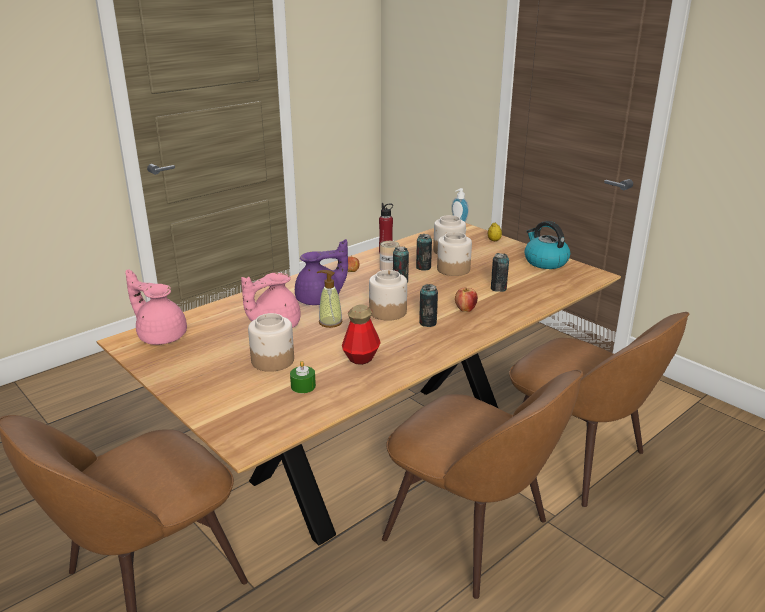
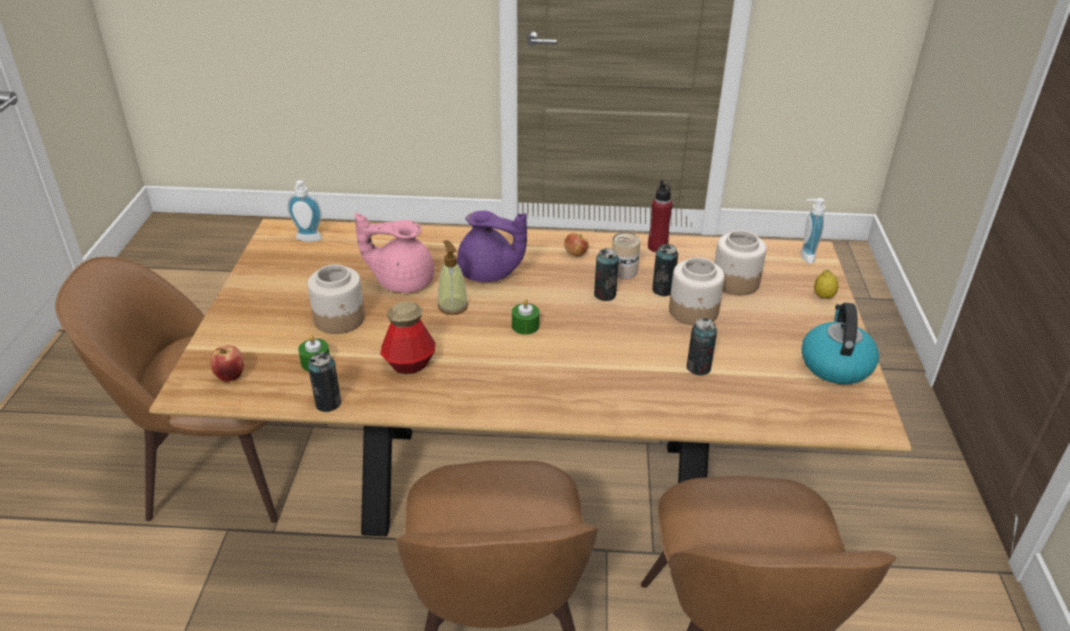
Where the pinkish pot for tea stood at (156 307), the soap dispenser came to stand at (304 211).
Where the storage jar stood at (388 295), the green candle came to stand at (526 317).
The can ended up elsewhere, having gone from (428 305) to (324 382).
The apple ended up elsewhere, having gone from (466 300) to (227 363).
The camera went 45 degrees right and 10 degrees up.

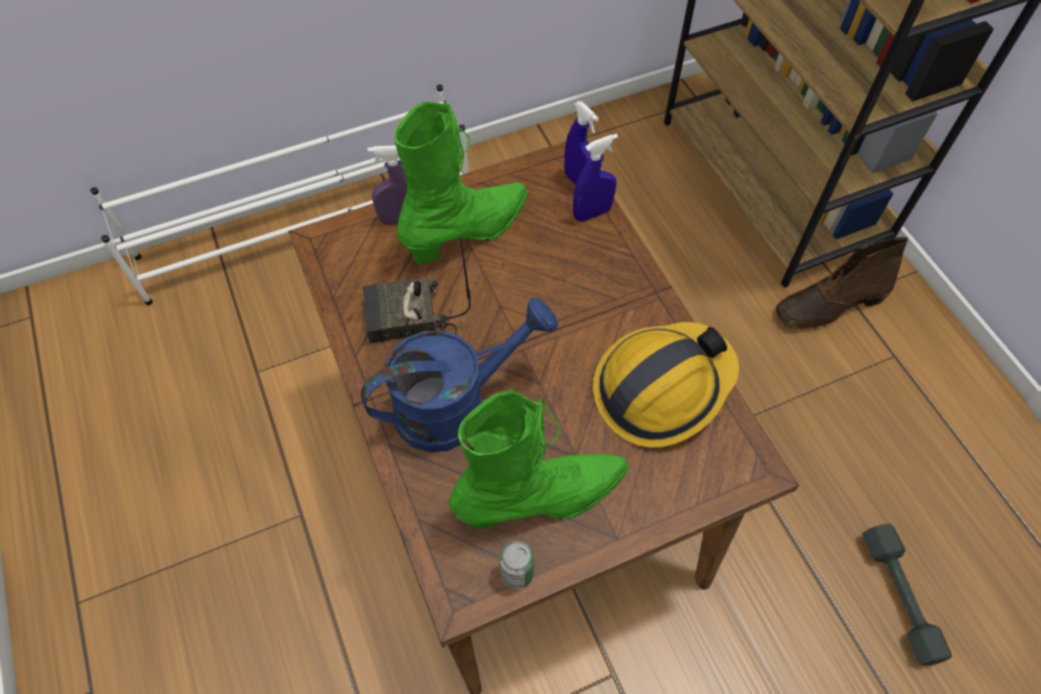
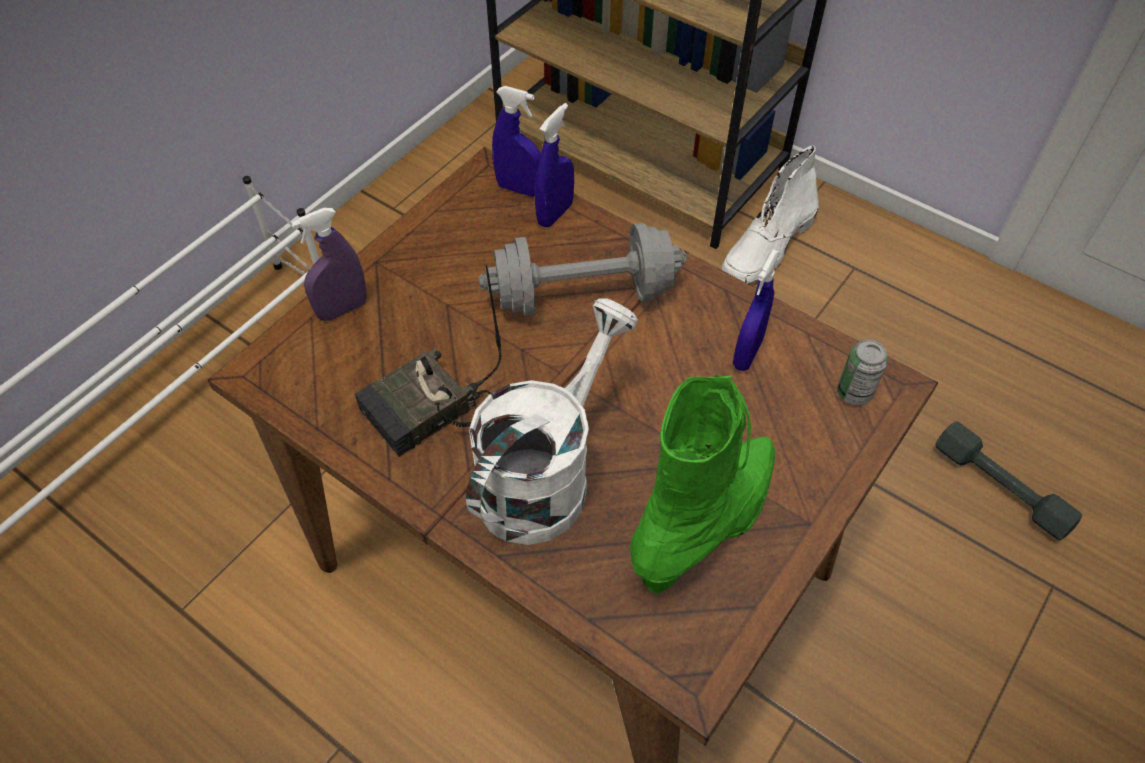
The second view lost the green high-top boot at (461 183).
What was the brownish high-top boot at (842 283) turned into the white-coloured high-top boot at (770 215).
What was the bluish watering pot at (459 375) turned into the white-coloured watering pot at (552 421).
Where the hard hat stood at (666 385), the bluish spray bottle came to stand at (756 310).
The can ended up elsewhere, having gone from (516 565) to (862 372).
The second view gained the gray hand weight at (583 270).
The camera went 30 degrees left and 5 degrees down.

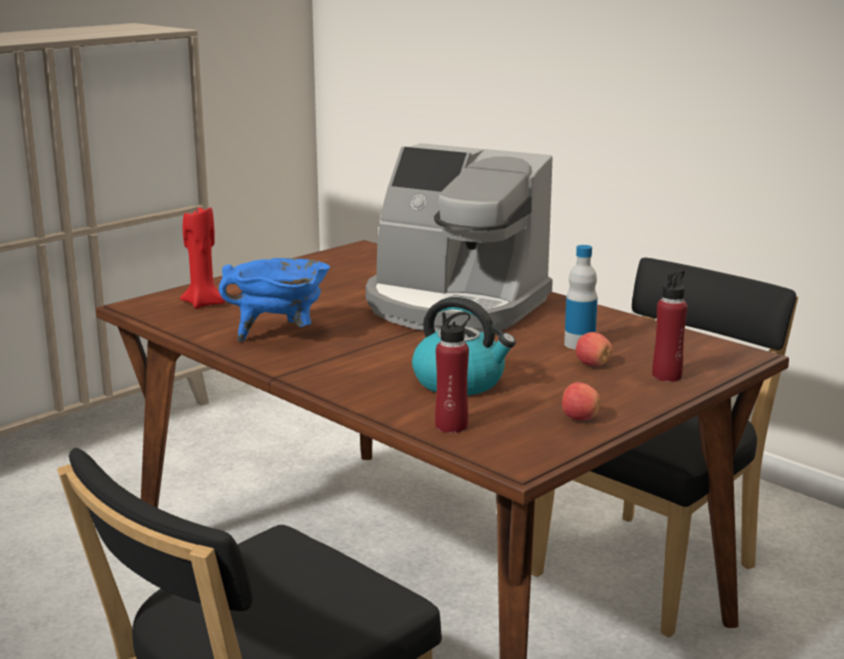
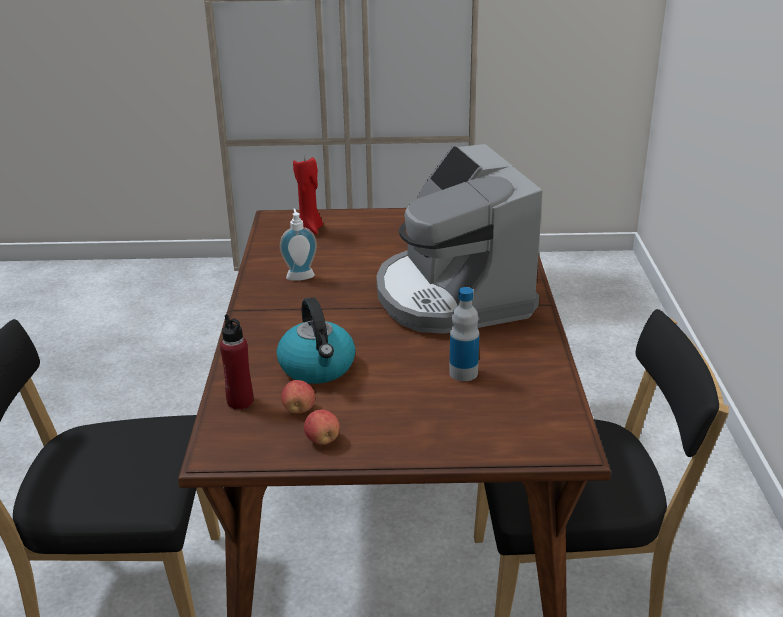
Where the bluish stockpot stood at (274 300), the soap dispenser came to stand at (298 245).
The second view lost the reddish beverage bottle at (670 326).
The apple ended up elsewhere, having gone from (594 349) to (298 397).
The camera went 45 degrees right and 10 degrees up.

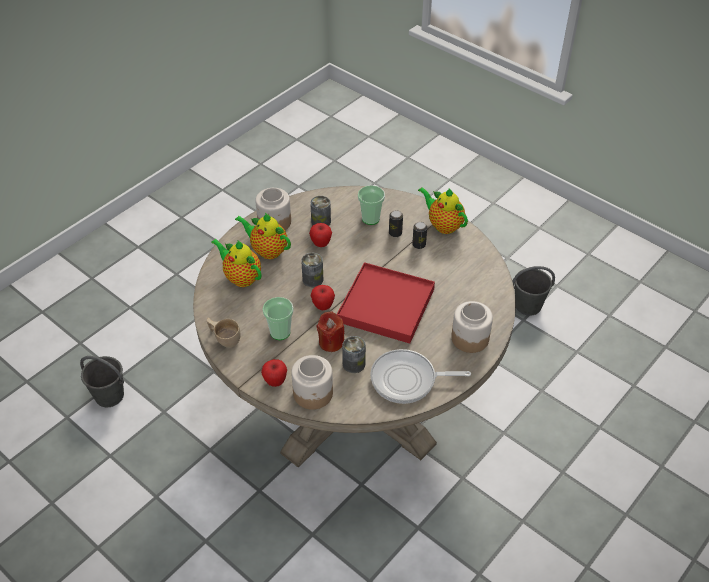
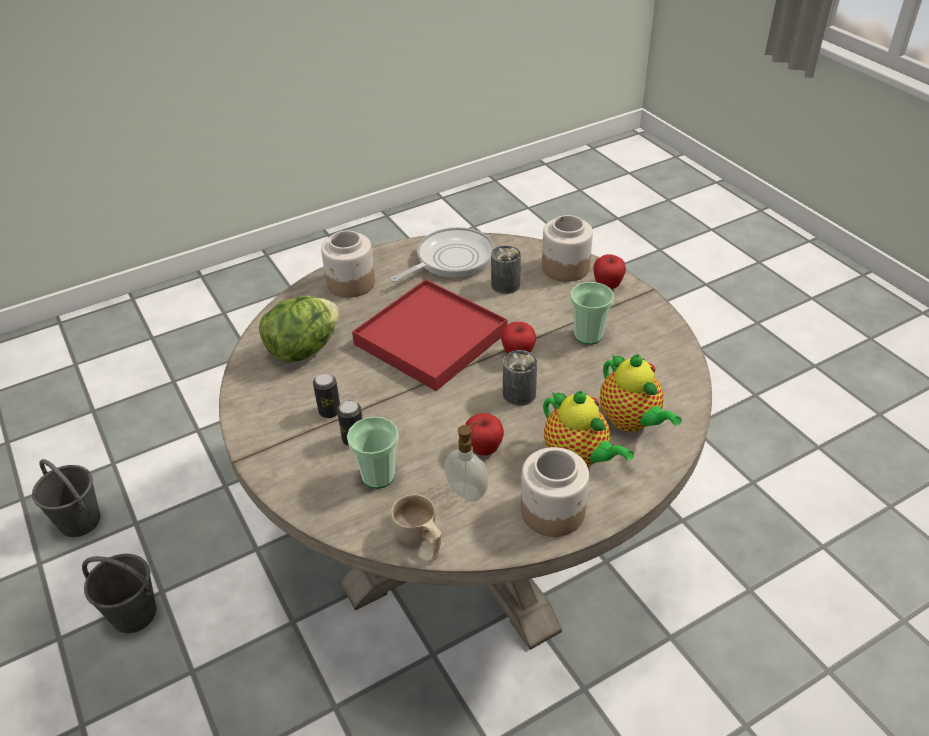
The second view lost the pot for tea at (443 210).
Where the can stood at (320 211), the soap dispenser came to stand at (466 461).
The second view lost the reddish candle at (331 331).
The sand-coloured drinking cup ended up elsewhere, having gone from (224 332) to (416 527).
The frying pan at (420 376) ended up facing another way, 60 degrees counterclockwise from before.
The gray pail ended up elsewhere, having gone from (102 381) to (66 498).
The second view gained the lettuce head at (299 329).
The camera went 160 degrees left and 5 degrees down.

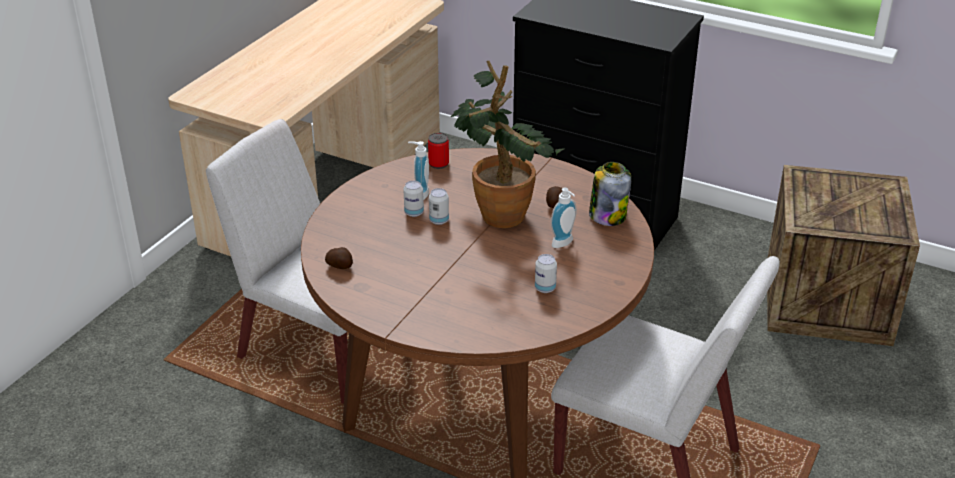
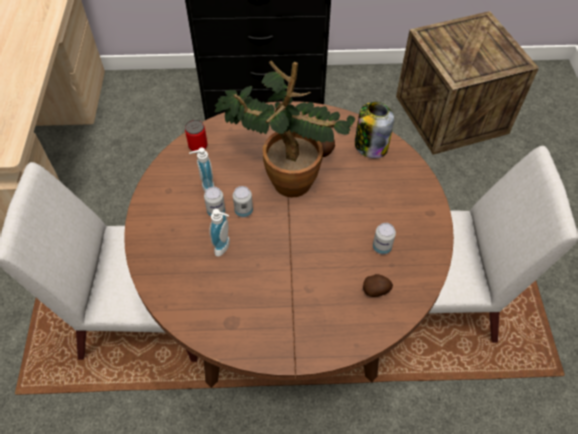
The soap dispenser ended up elsewhere, having gone from (564 218) to (219 232).
The spud ended up elsewhere, having gone from (339 258) to (378 285).
The camera went 30 degrees left and 20 degrees up.

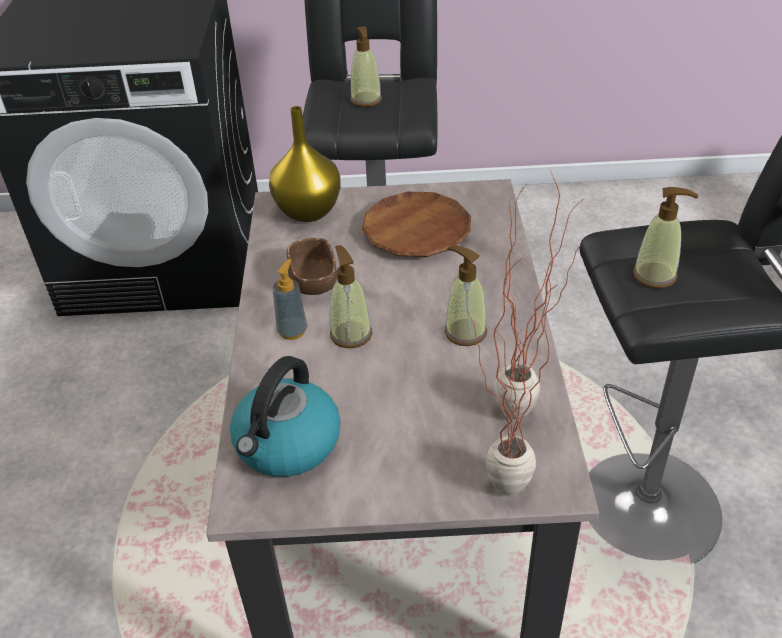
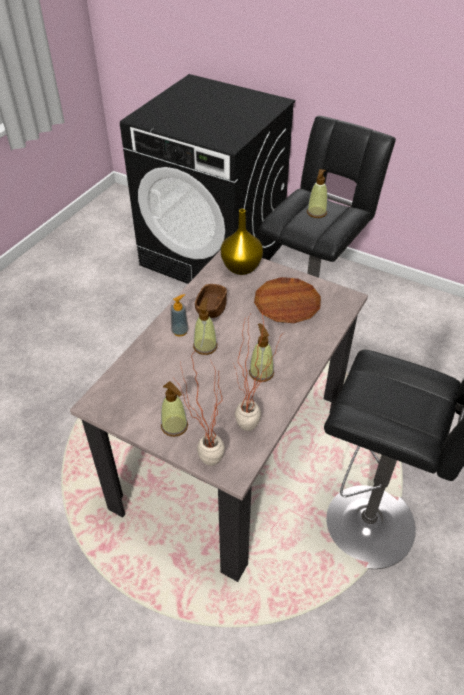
The soap dispenser ended up elsewhere, having gone from (665 237) to (174 409).
The second view lost the tea kettle at (285 416).
The camera went 30 degrees right and 5 degrees up.

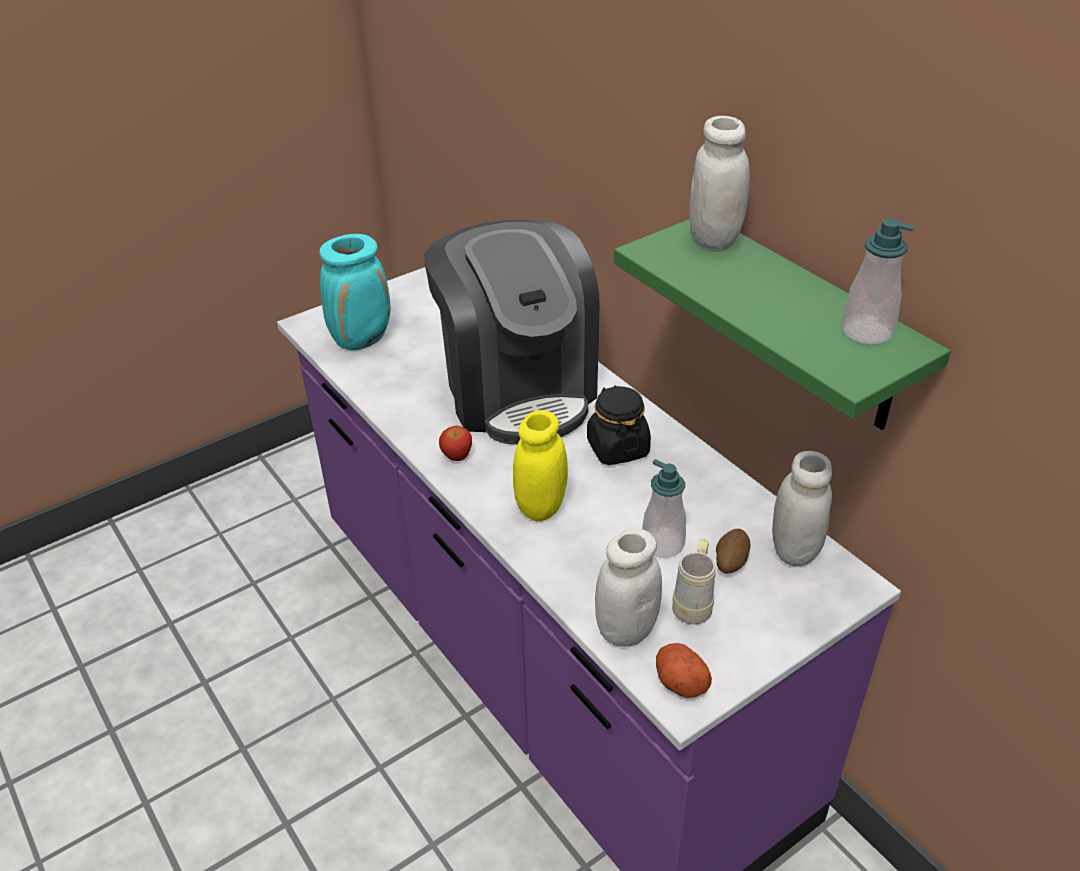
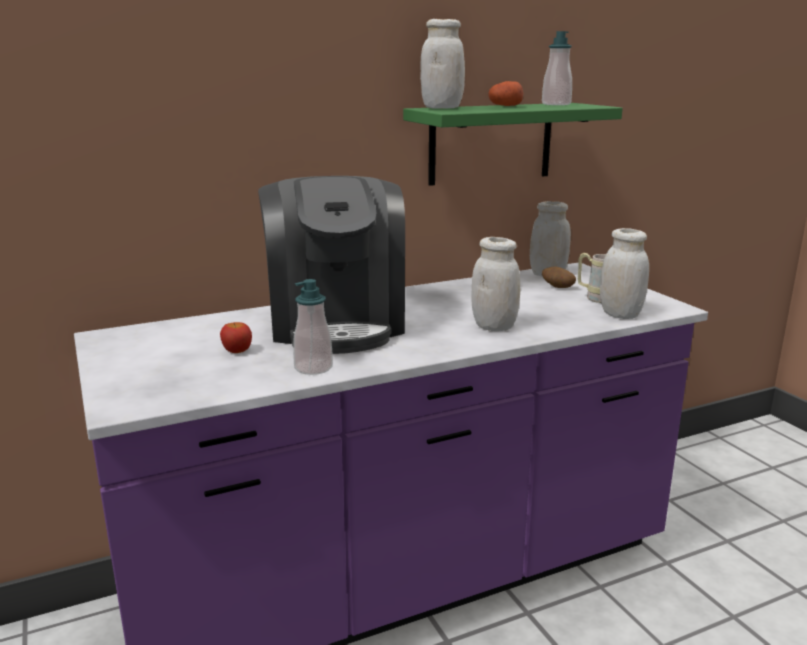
The coffee maker at (512 332) ended up facing another way, 90 degrees clockwise from before.
The second view lost the turquoise-coloured vase at (355 292).
The second view lost the blackish storage jar at (619 425).
What was the yellow storage jar at (540 466) turned into the white-coloured storage jar at (495 284).
The apple ended up elsewhere, having gone from (455 443) to (236 337).
The soap dispenser ended up elsewhere, having gone from (664 508) to (313 327).
The spud ended up elsewhere, having gone from (684 670) to (505 93).
The camera went 80 degrees left and 20 degrees down.

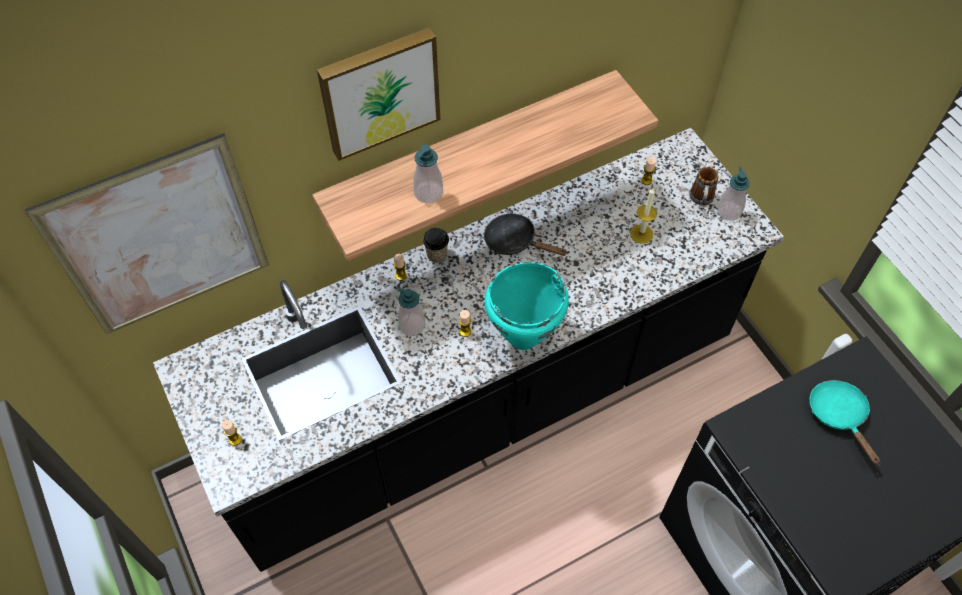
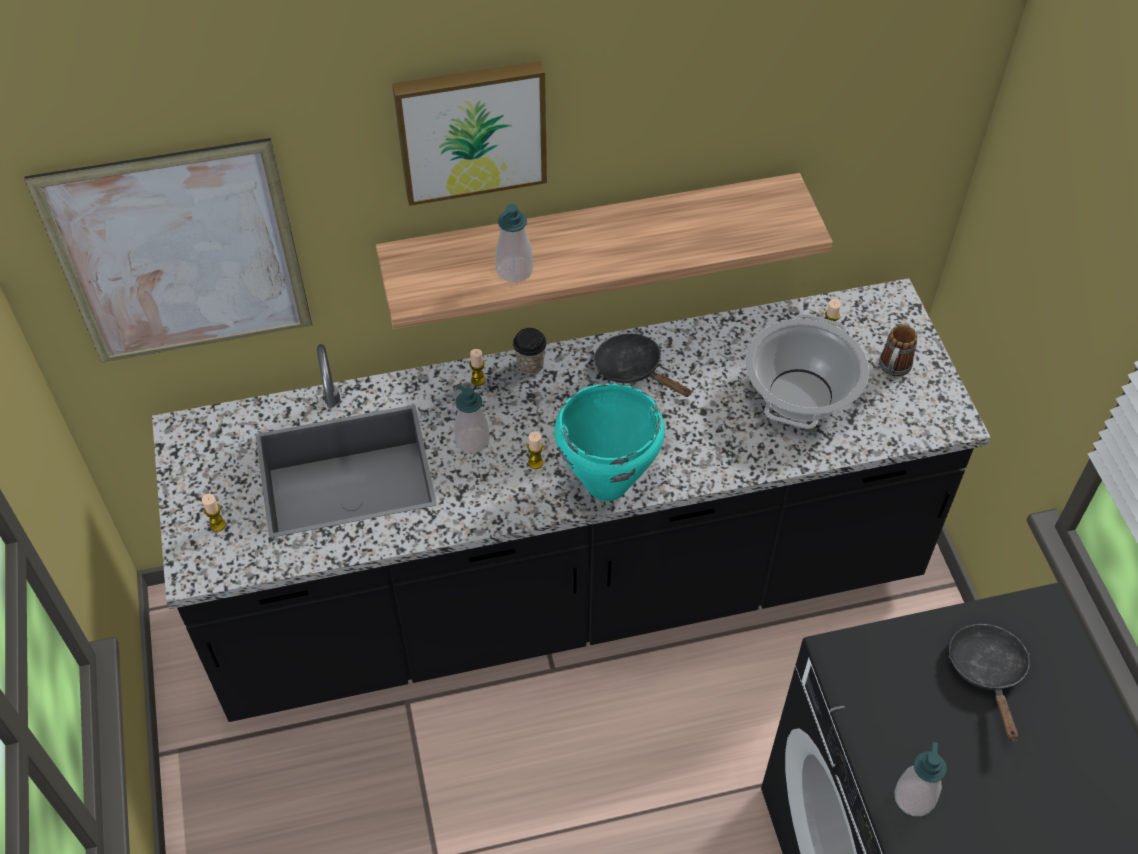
The soap dispenser ended up elsewhere, having gone from (733 194) to (920 779).
Where the candle stood at (643 216), the stockpot came to stand at (807 371).
What was the turquoise-coloured frying pan at (845 422) turned into the blackish frying pan at (989 682).
The camera went 15 degrees right and 5 degrees down.

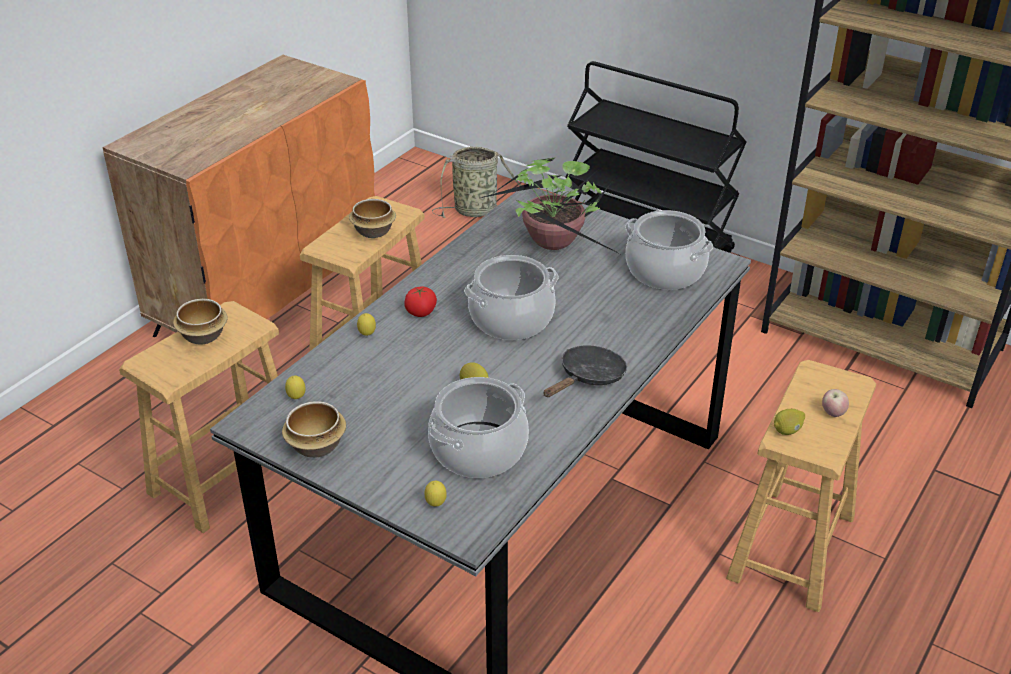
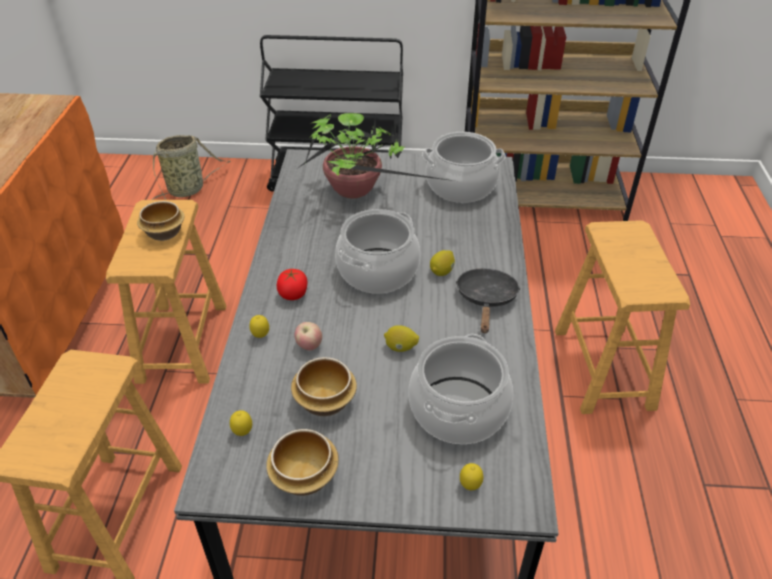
The bowl ended up elsewhere, having gone from (200 322) to (324 386).
The apple ended up elsewhere, having gone from (835 403) to (308 336).
The whole lemon ended up elsewhere, having gone from (789 422) to (442 263).
The camera went 30 degrees left and 5 degrees up.

